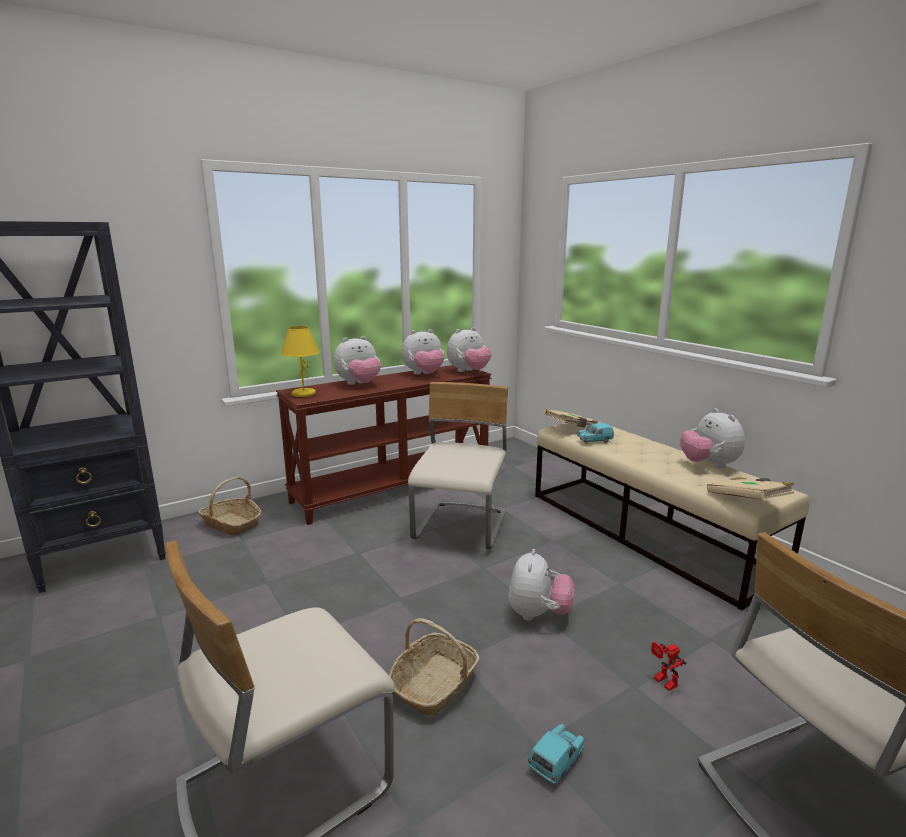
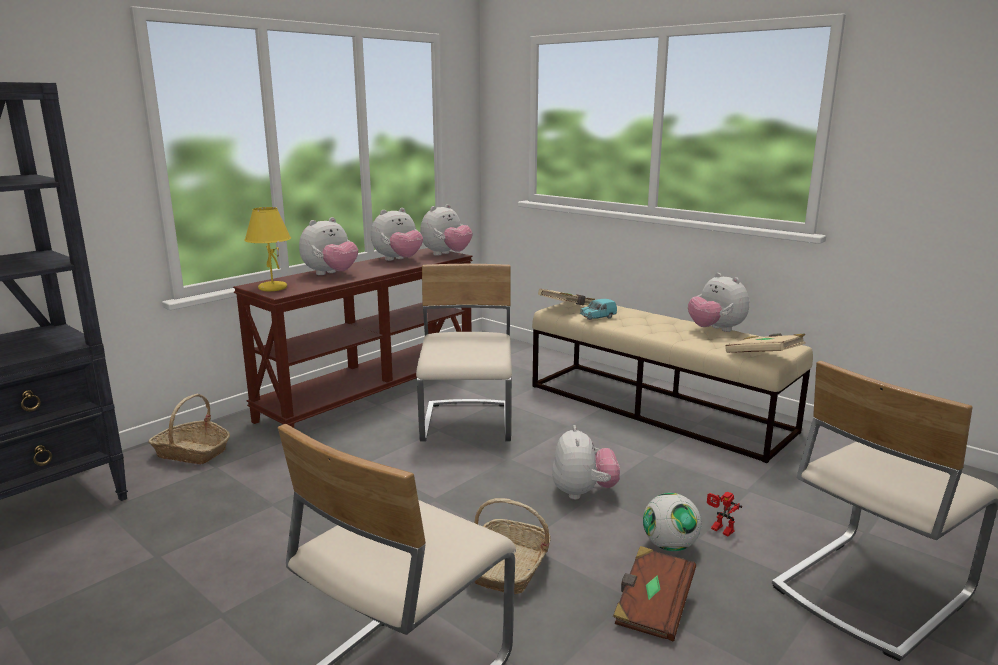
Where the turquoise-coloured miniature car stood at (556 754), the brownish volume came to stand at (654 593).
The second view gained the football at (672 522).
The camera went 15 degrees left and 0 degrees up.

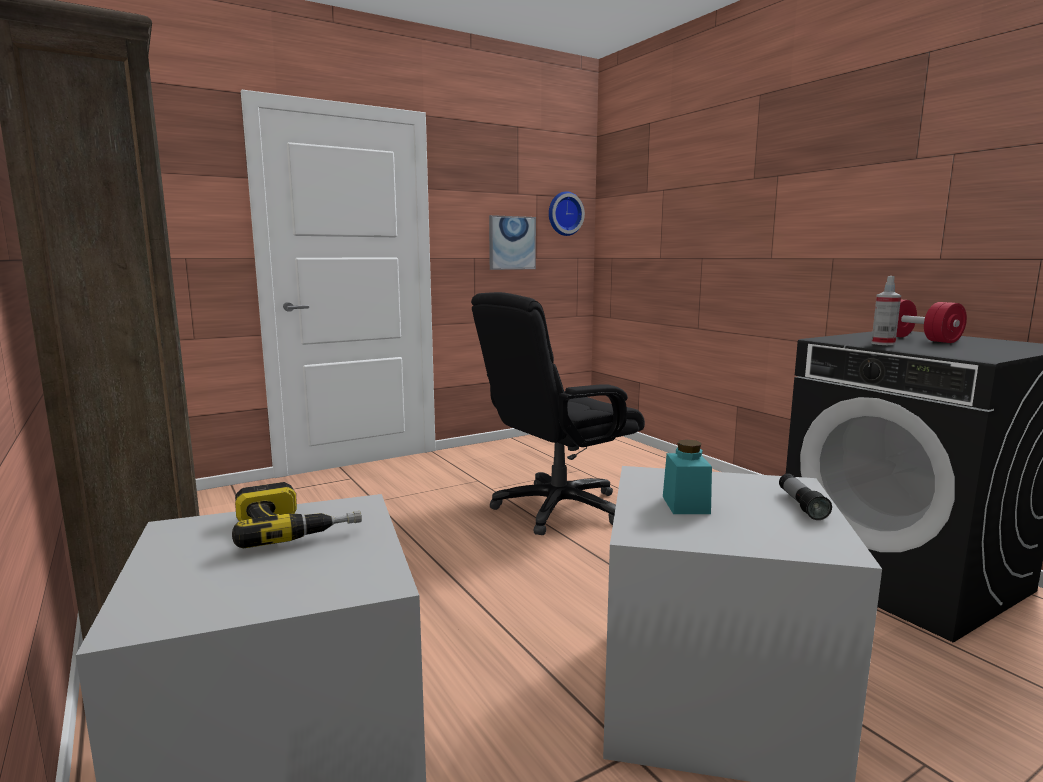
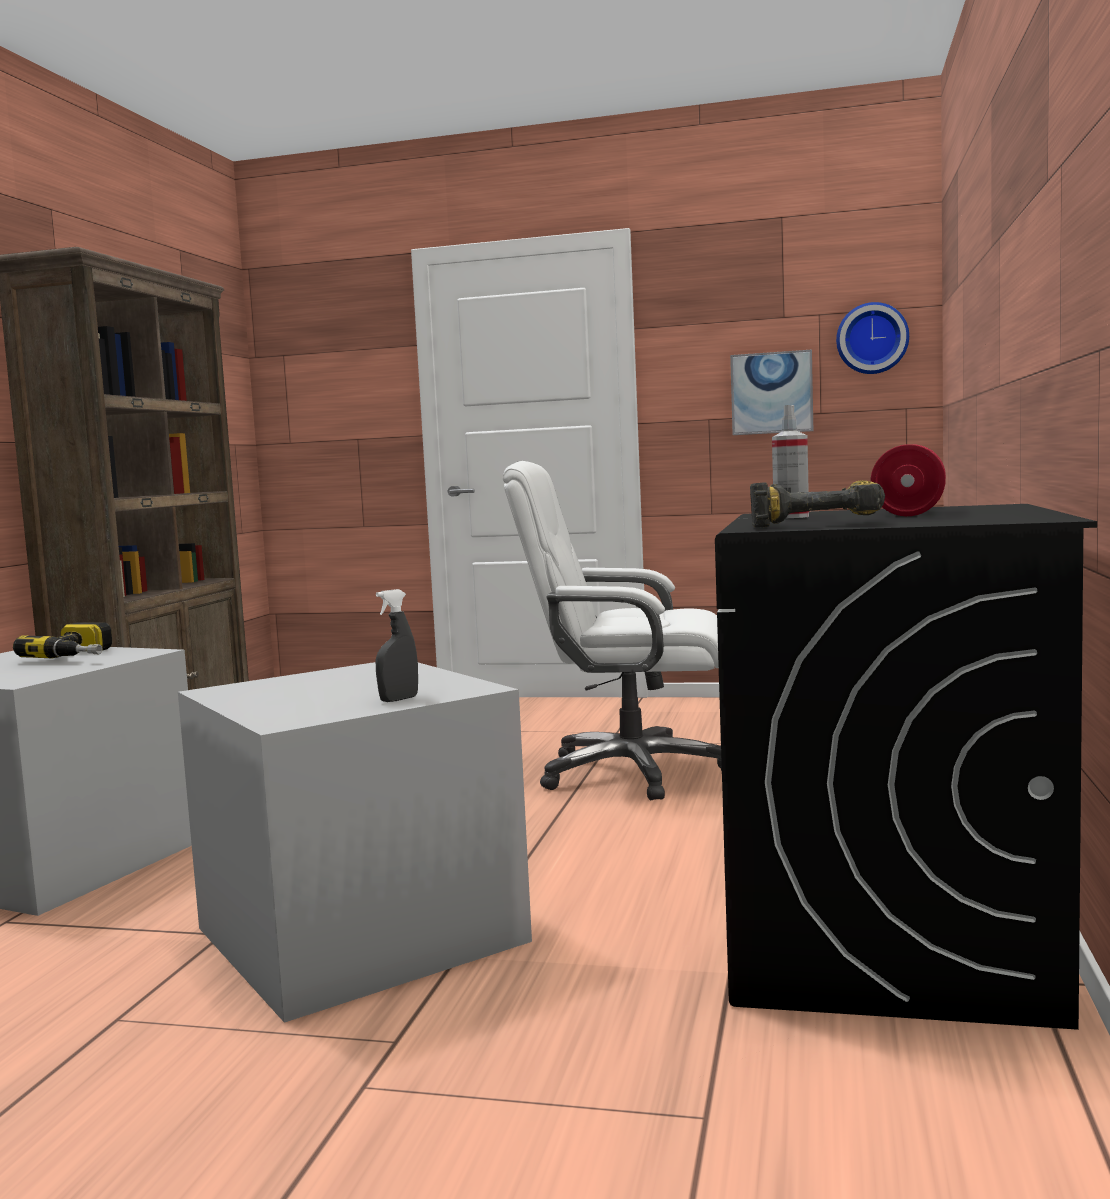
What was the blackish office chair at (558 413) turned into the white-coloured office chair at (612 630).
The second view lost the turquoise-coloured storage jar at (687 476).
Where the hand torch stood at (805 497), the gray spray bottle came to stand at (396 645).
The second view gained the power drill at (817 504).
The camera went 45 degrees right and 5 degrees down.

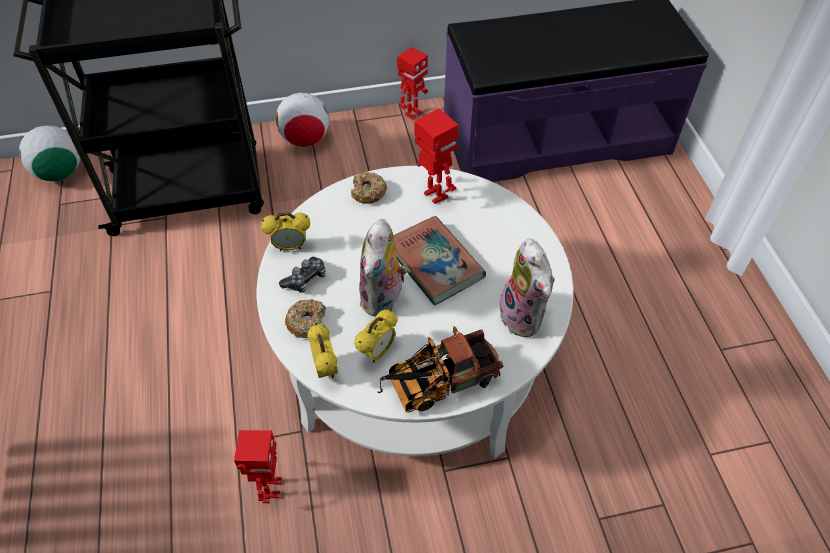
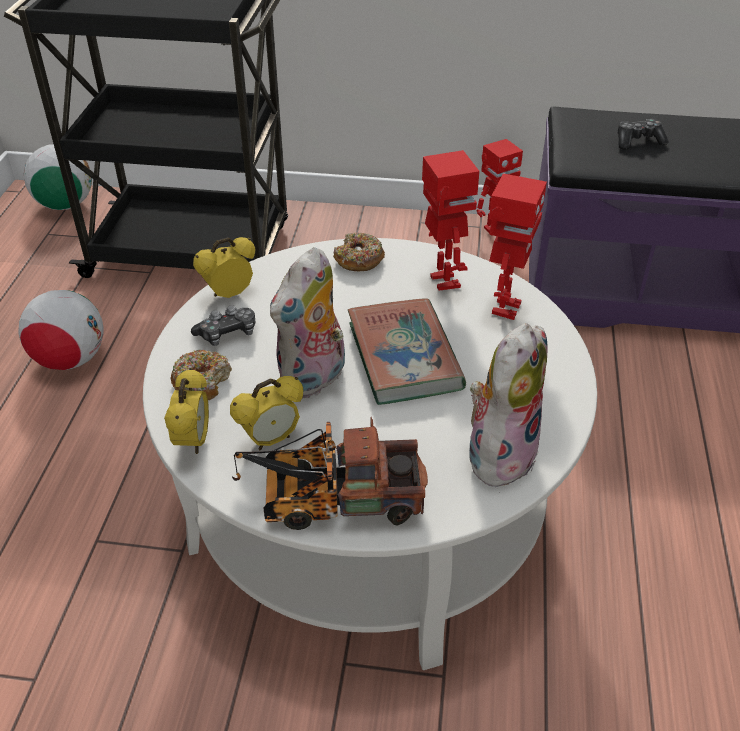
The football ended up elsewhere, having gone from (302 120) to (61 330).
The table clock at (285 231) ended up facing another way, 135 degrees clockwise from before.
The plush toy at (527 287) ended up facing another way, 150 degrees counterclockwise from before.
The toy robot ended up elsewhere, having gone from (258 467) to (518 246).
The second view gained the game controller at (643 134).
The camera went 20 degrees right and 10 degrees down.

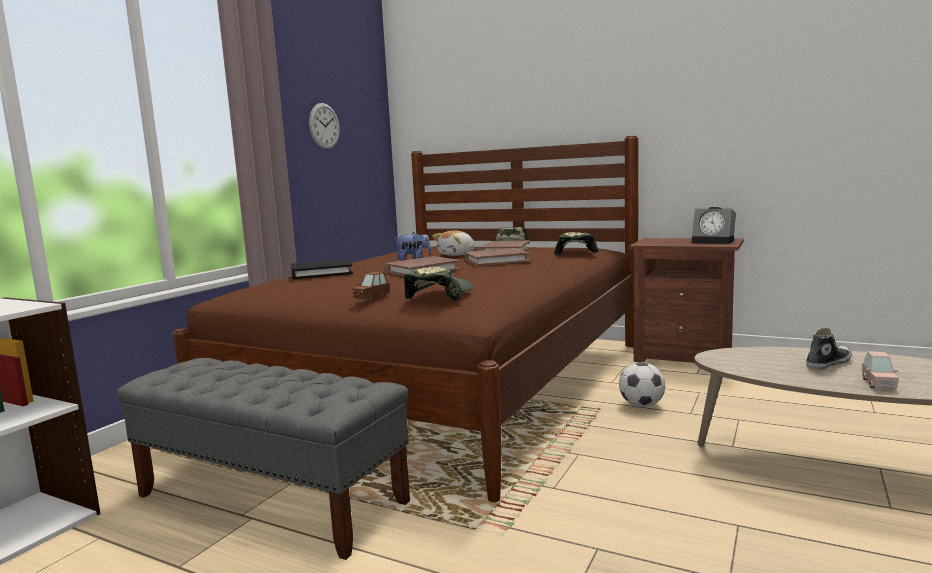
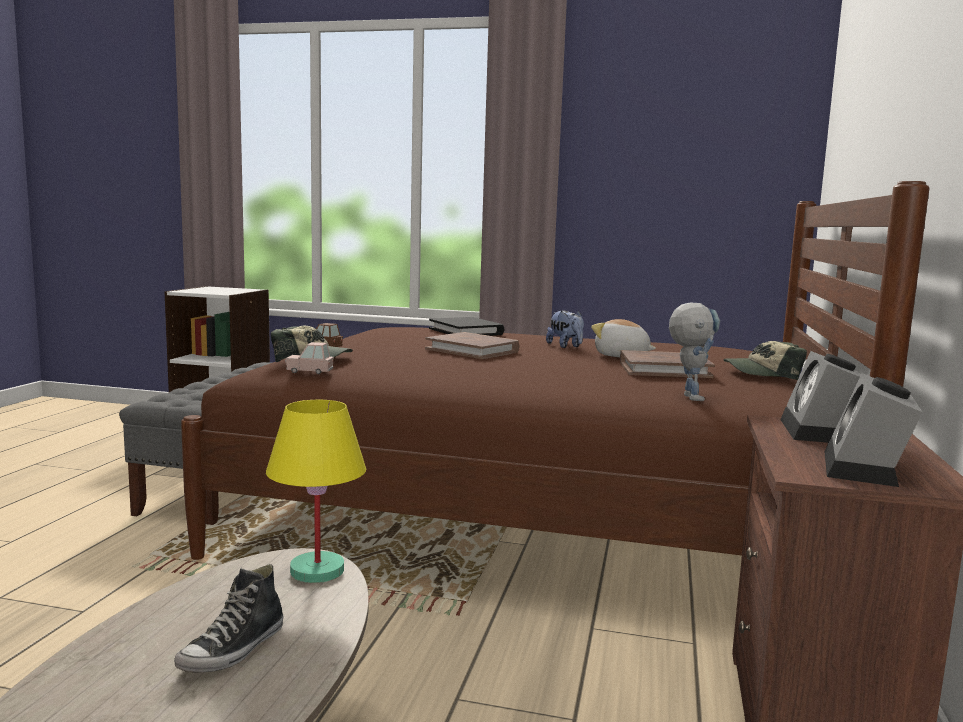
The second view lost the wall clock at (324 126).
Where the cap stood at (576 243), the toy robot came to stand at (694 351).
The second view lost the brownish volume at (497 257).
The low shoe at (829 349) ended up facing another way, 75 degrees clockwise from before.
The pinkish miniature car ended up elsewhere, having gone from (880 370) to (309 358).
The second view lost the football at (642 384).
The second view gained the table clock at (820 397).
The second view gained the yellow tabletop lamp at (316 491).
The camera went 75 degrees right and 0 degrees up.

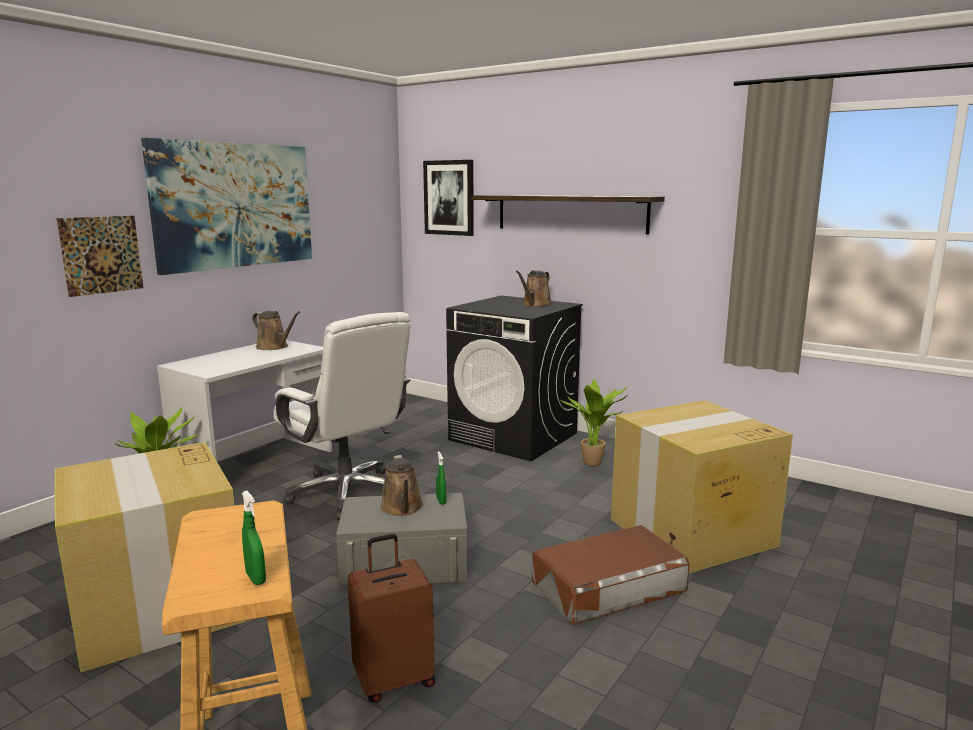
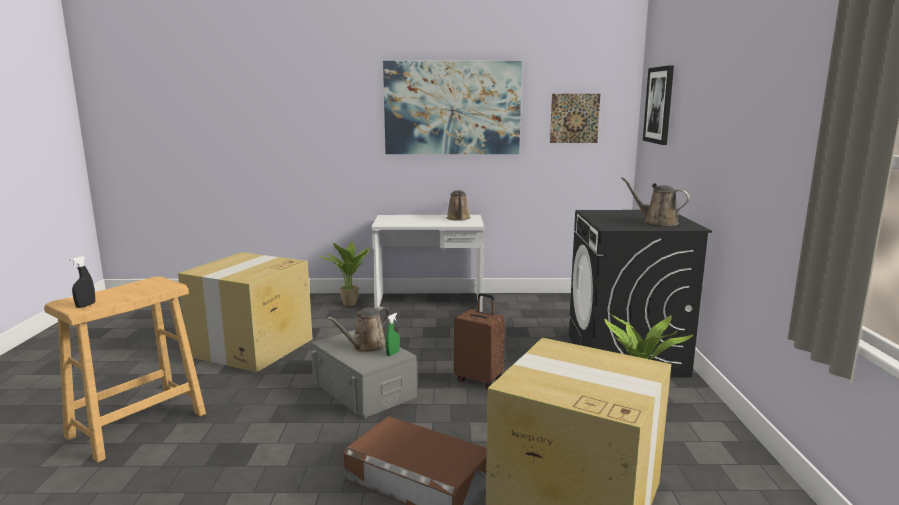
The second view lost the wall shelf at (568 214).
The wall art ended up elsewhere, having gone from (100 256) to (575 118).
The brownish watering pot at (534 288) ended up facing another way, 45 degrees clockwise from before.
The second view lost the white-coloured office chair at (342 416).
What was the green spray bottle at (254 538) turned into the blackish spray bottle at (82 282).
The brownish travel case ended up elsewhere, having gone from (391 618) to (479 341).
The camera went 55 degrees right and 0 degrees up.

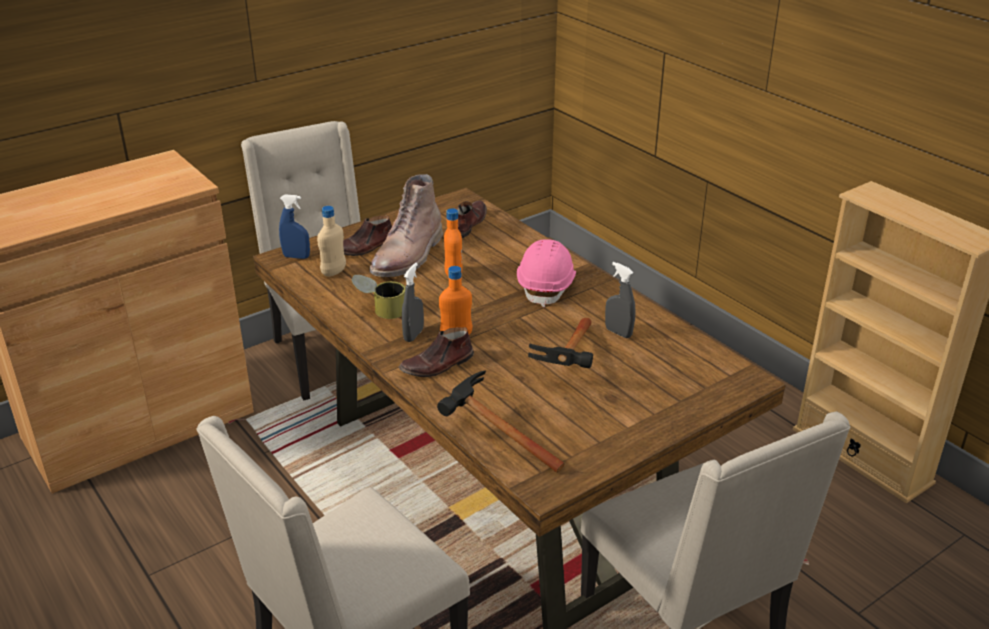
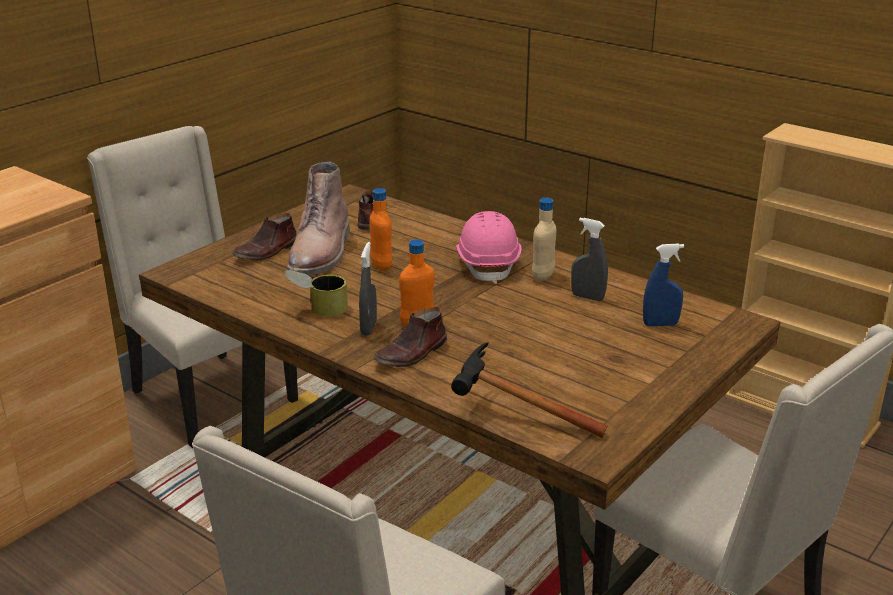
The bluish spray bottle ended up elsewhere, having gone from (294 226) to (663 284).
The sand-coloured beverage bottle ended up elsewhere, having gone from (331 241) to (544 240).
The second view lost the hammer at (560 343).
The camera went 15 degrees left and 5 degrees down.

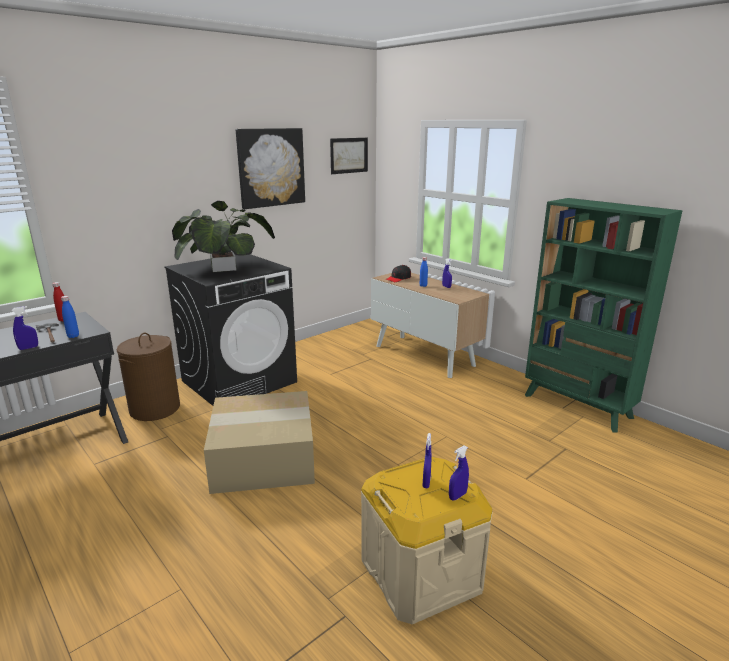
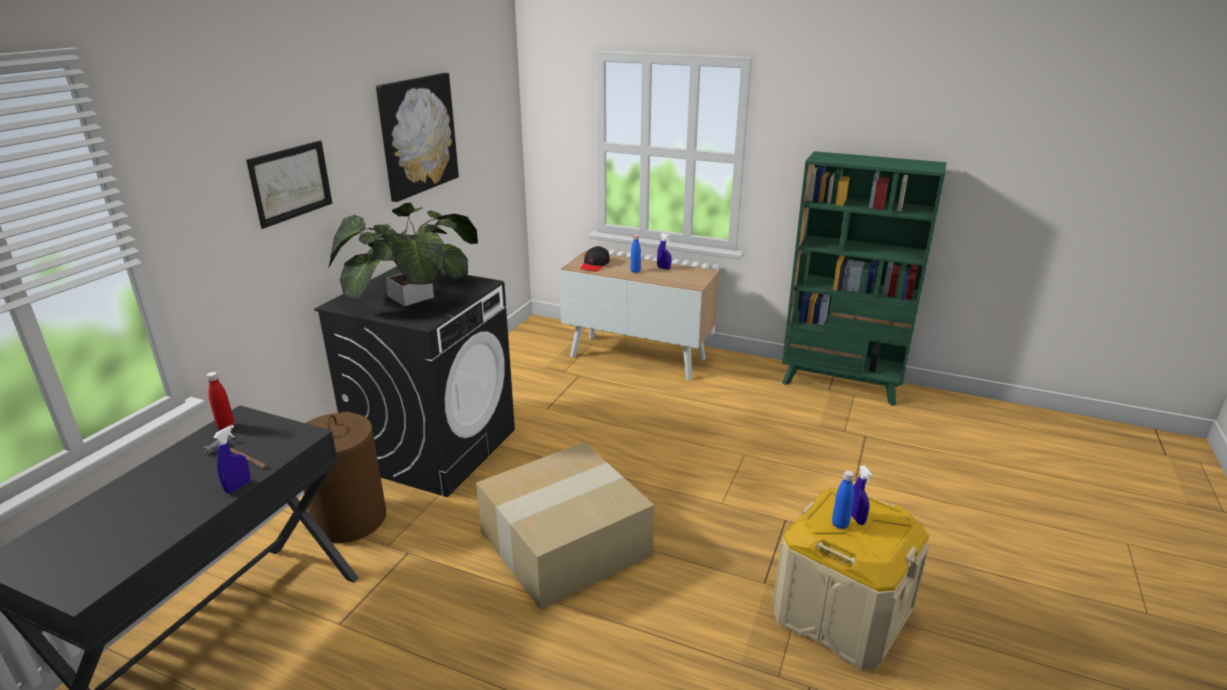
The wall art ended up elsewhere, having gone from (349 156) to (289 185).
The bluish beverage bottle ended up elsewhere, having gone from (70 317) to (843 499).
The second view lost the bluish spray bottle at (459 473).
The camera went 25 degrees left and 5 degrees up.

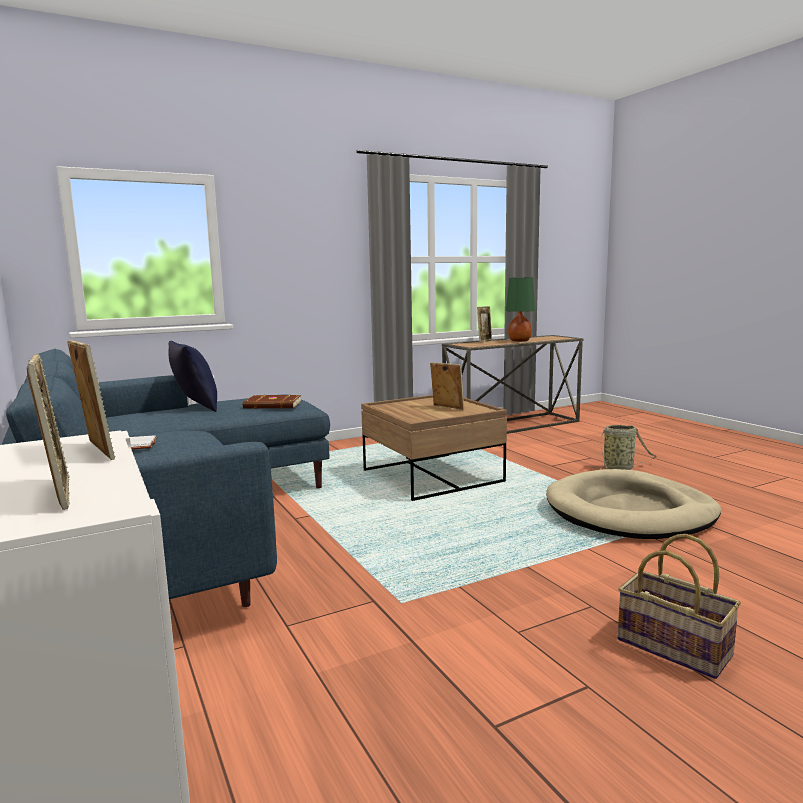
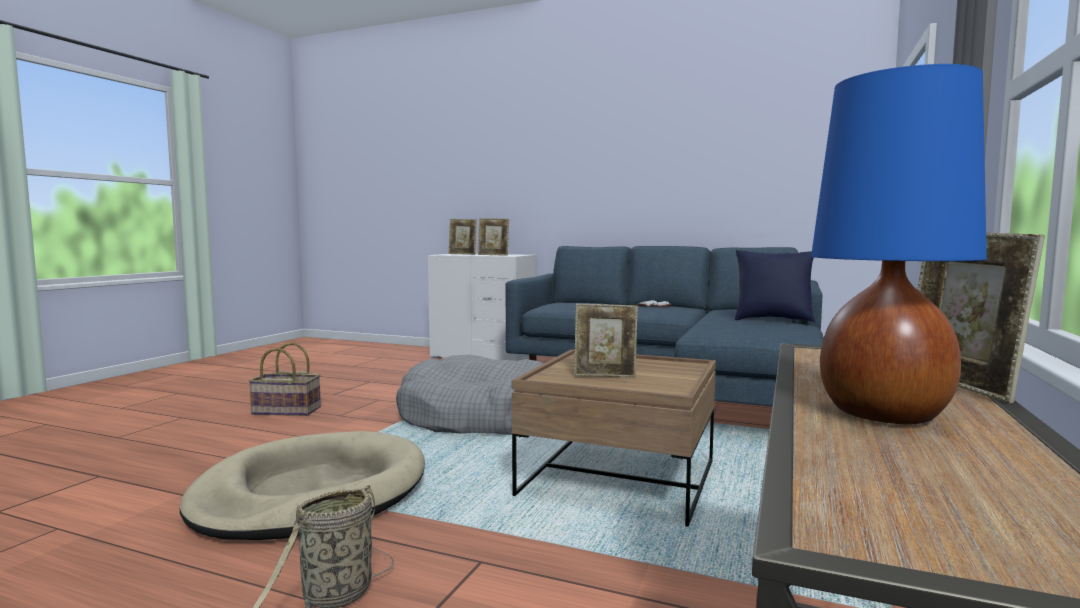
What was the green tabletop lamp at (520 309) turned into the bluish tabletop lamp at (899 244).
The second view lost the brownish volume at (272 402).
The second view gained the gray dog cushion at (469 395).
The camera went 140 degrees right and 5 degrees down.

